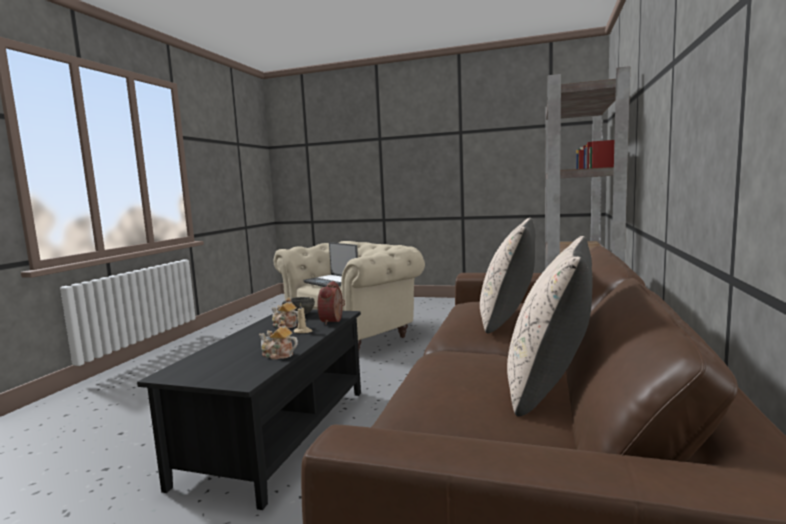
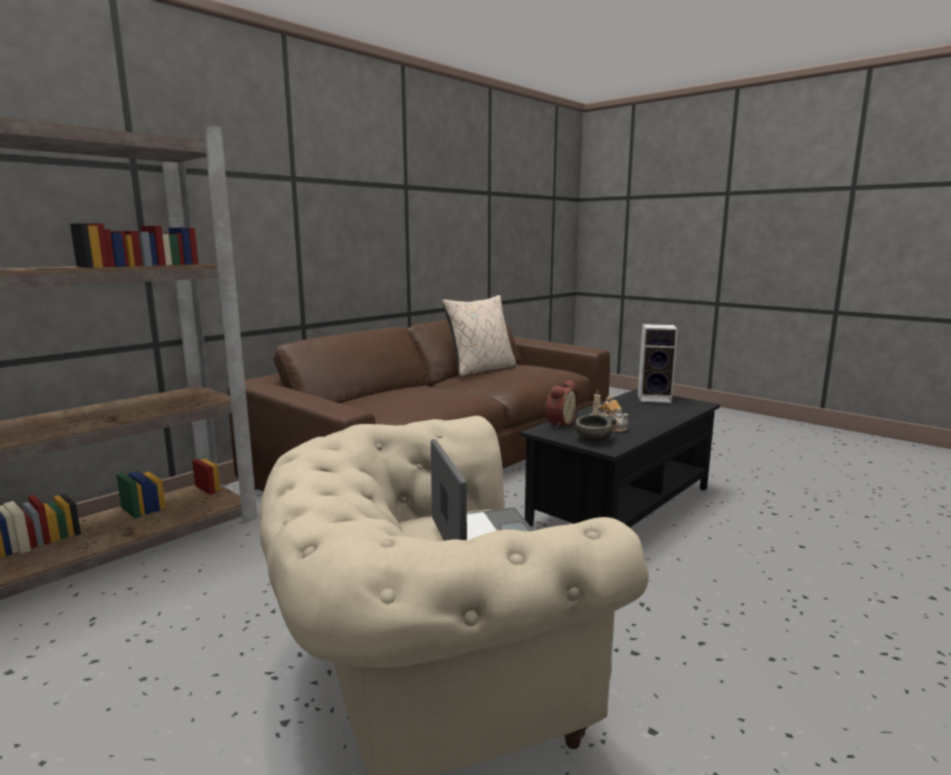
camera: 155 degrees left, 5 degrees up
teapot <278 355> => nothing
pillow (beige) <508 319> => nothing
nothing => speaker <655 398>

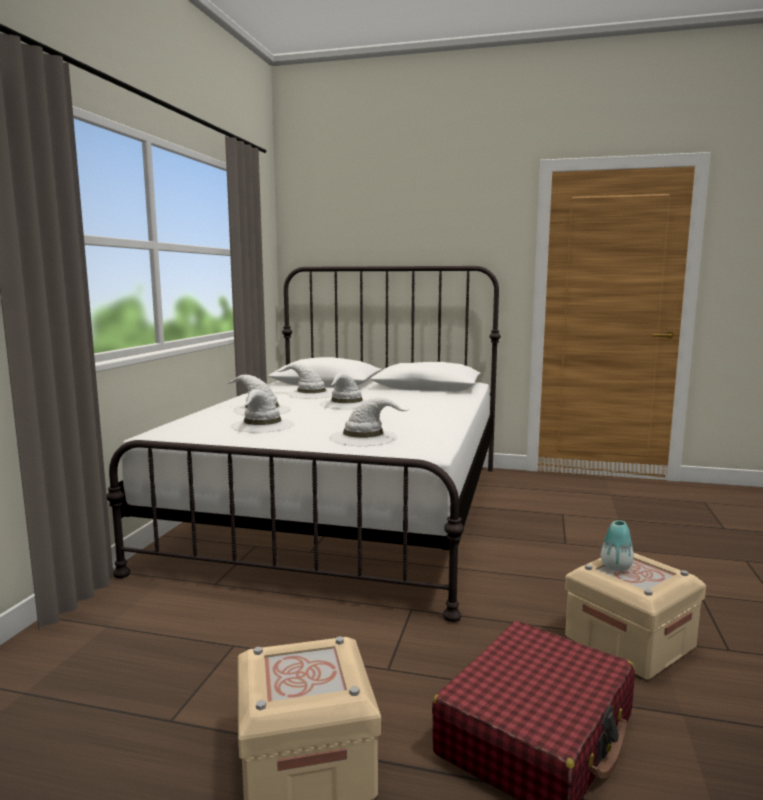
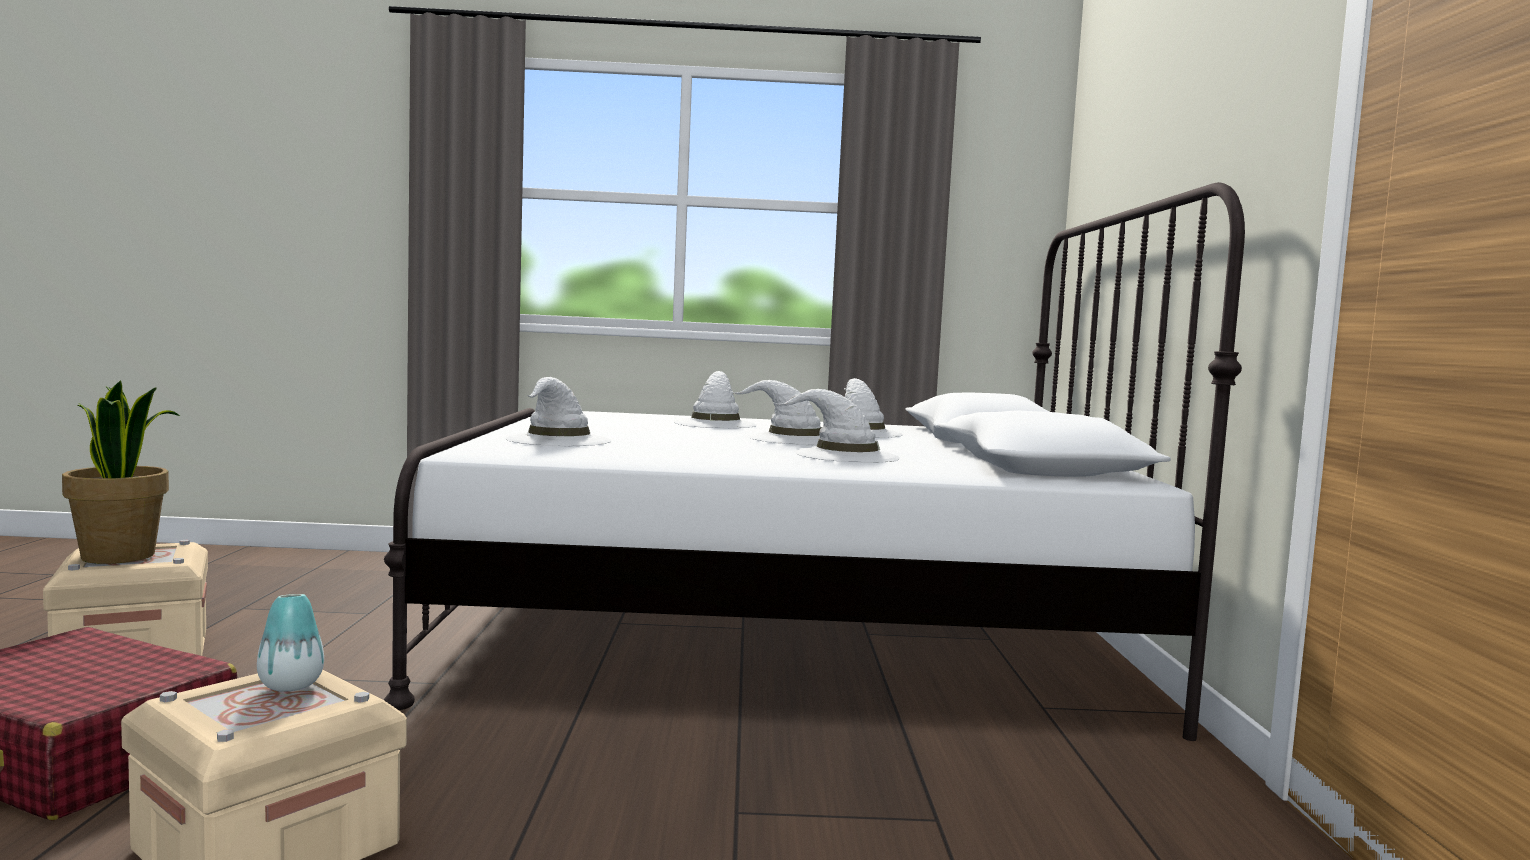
camera: 75 degrees right, 5 degrees down
hat (white) <262 425> => hat (white) <845 455>, move
nothing => potted plant <120 556>

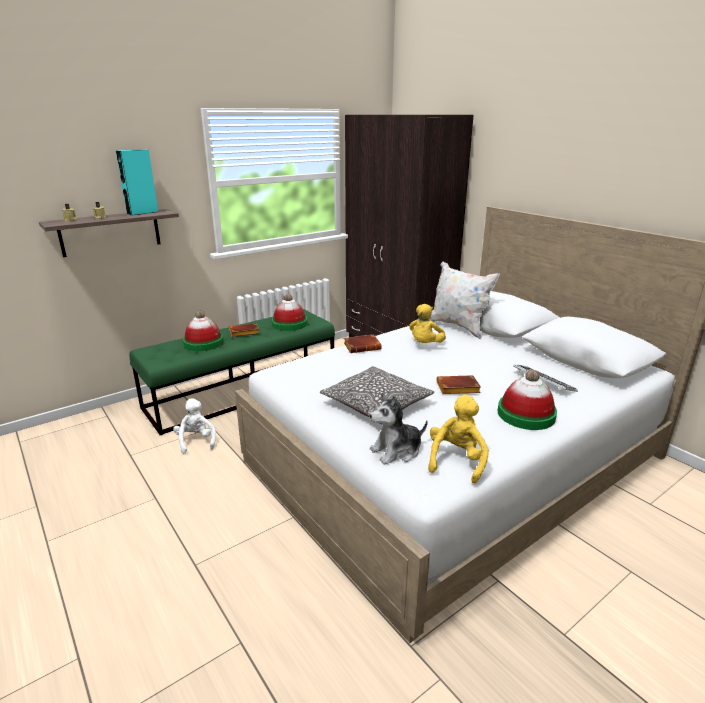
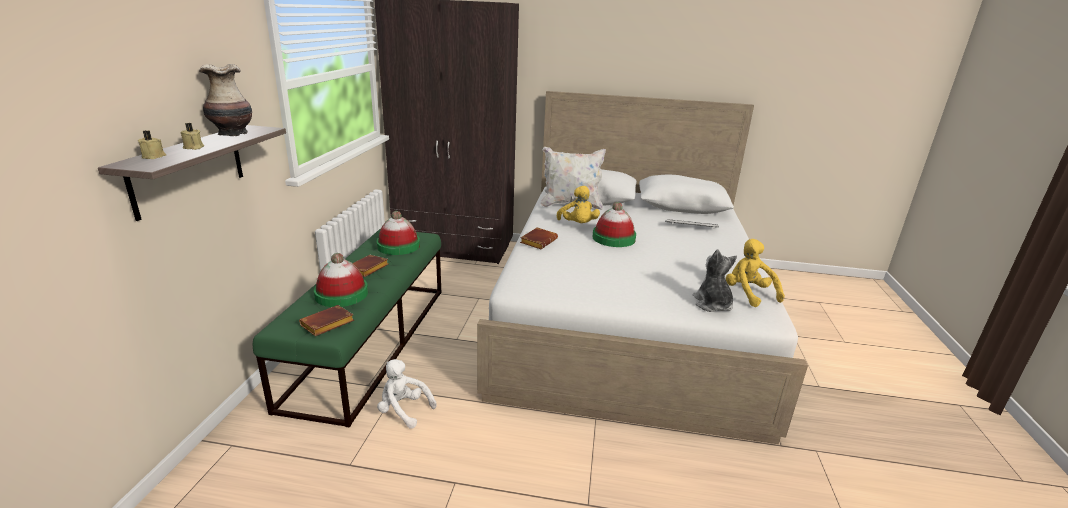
camera: 45 degrees left, 0 degrees up
speaker (turquoise) <142 213> => vase <233 133>
pillow <376 404> => nothing
plush toy <397 451> => plush toy <712 304>, 150 degrees clockwise
book (brown) <456 389> => book (brown) <327 325>, move
hat <526 414> => hat <613 238>, move

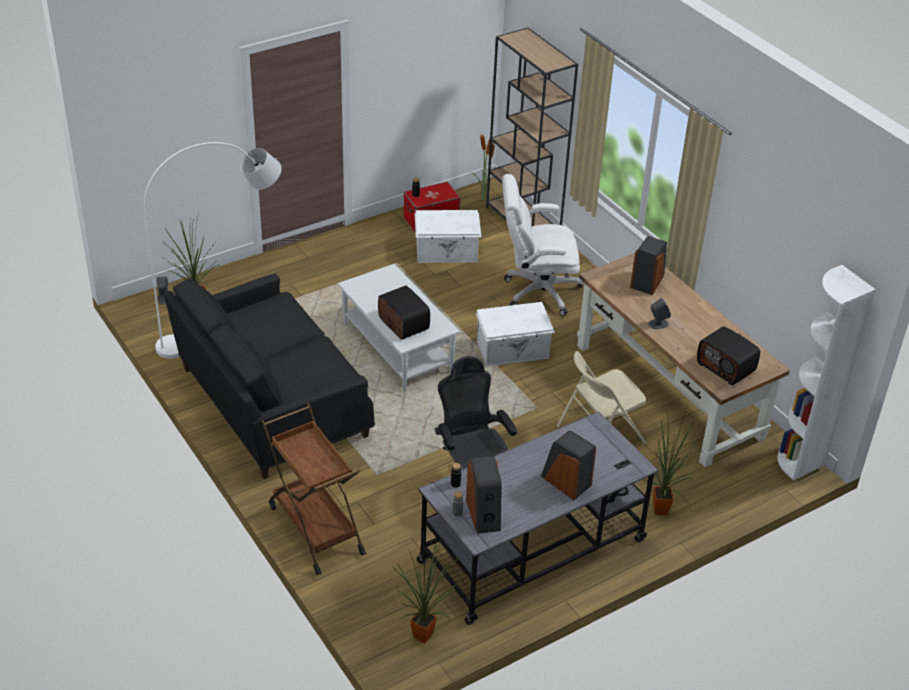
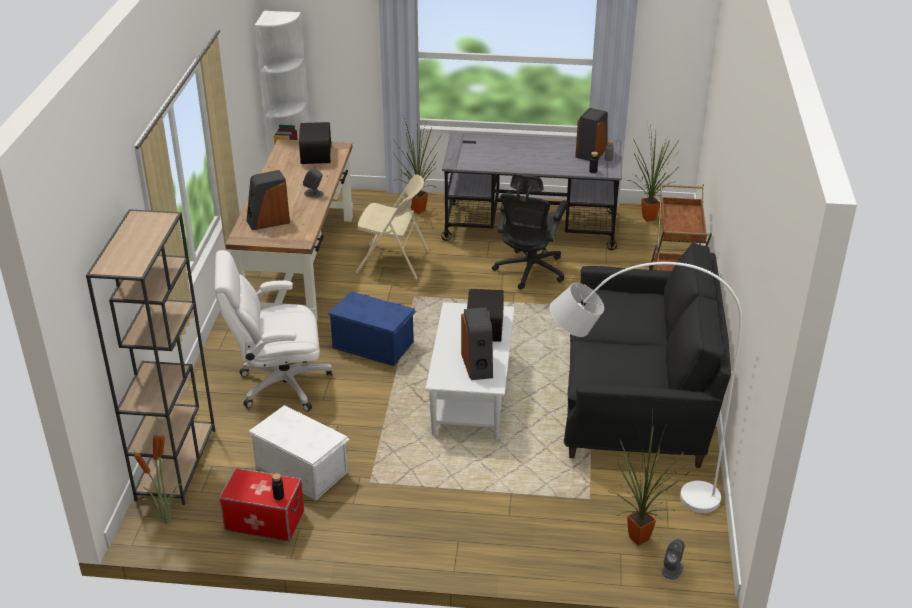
camera: 140 degrees left, 5 degrees down
storage box (white) <513 350> => storage box (blue) <373 344>
office chair (white) <536 291> => office chair (white) <277 384>, 135 degrees clockwise
speaker <565 482> => speaker <478 365>, move

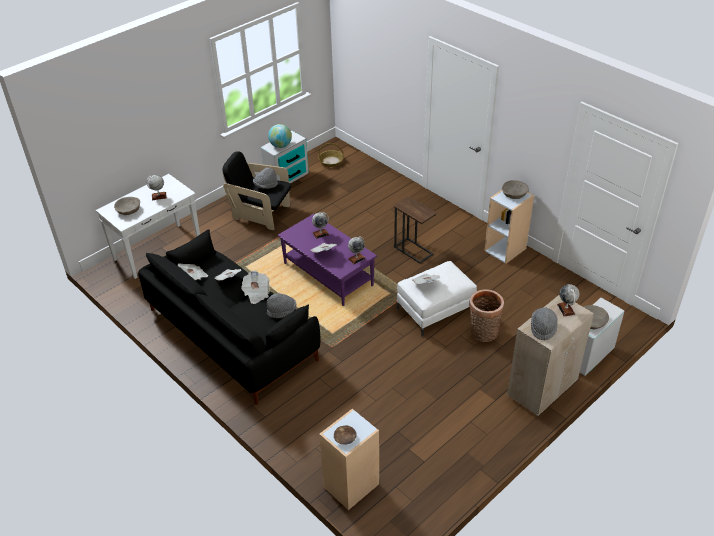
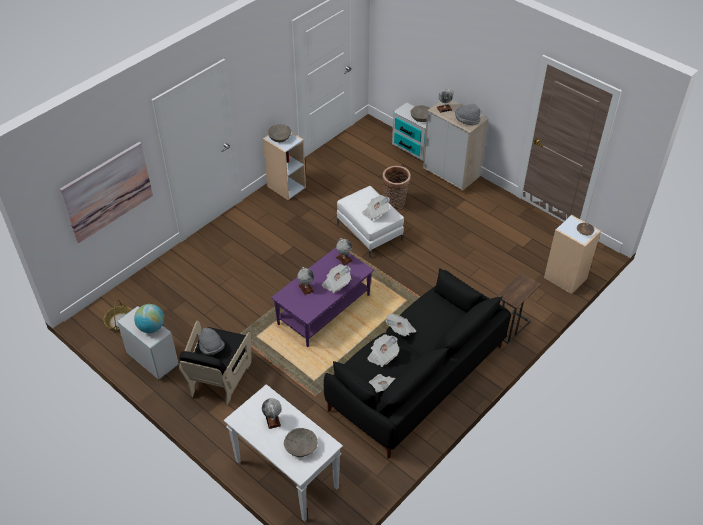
camera: 95 degrees left, 5 degrees up
hat (grey) <282 311> => nothing
side table (brown) <413 251> => side table (brown) <510 327>, move
nothing => picture <107 191>

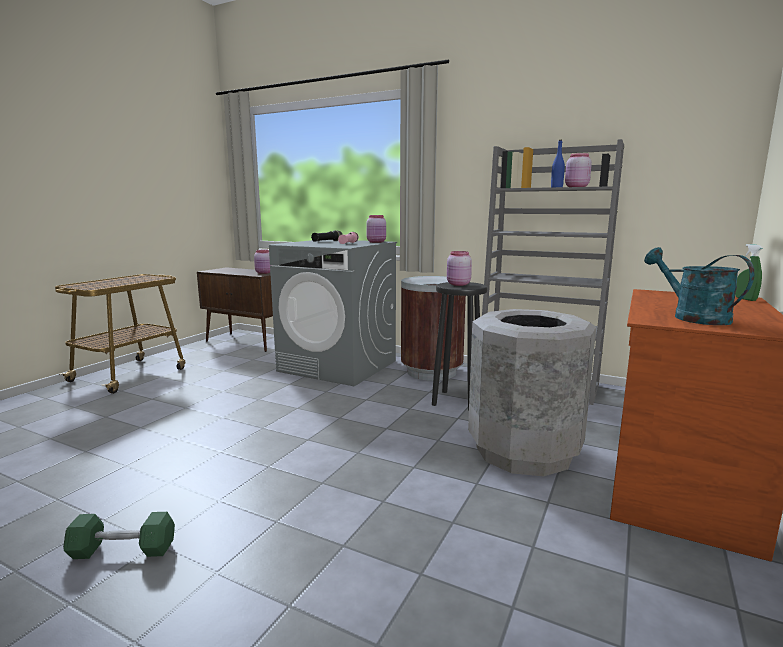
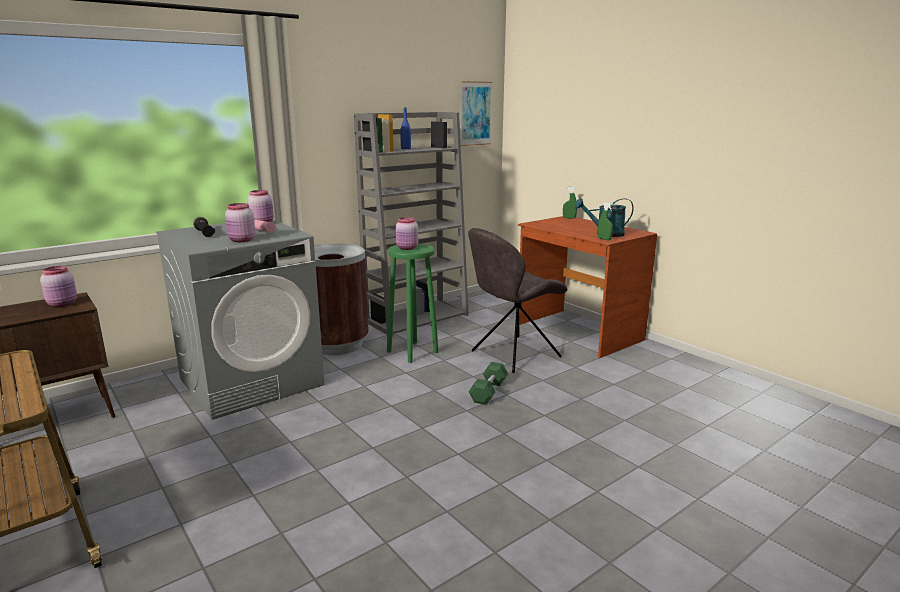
camera: 65 degrees left, 5 degrees up
dumbbell (green) <123 550> => dumbbell (green) <488 392>, move
stool (black) <457 401> => stool (green) <413 351>
trash can (grey) <523 451> => chair (grey) <513 355>
jar (pink) <576 187> => jar (pink) <241 240>, move
nothing => picture <475 113>
nothing => spray bottle (green) <604 239>

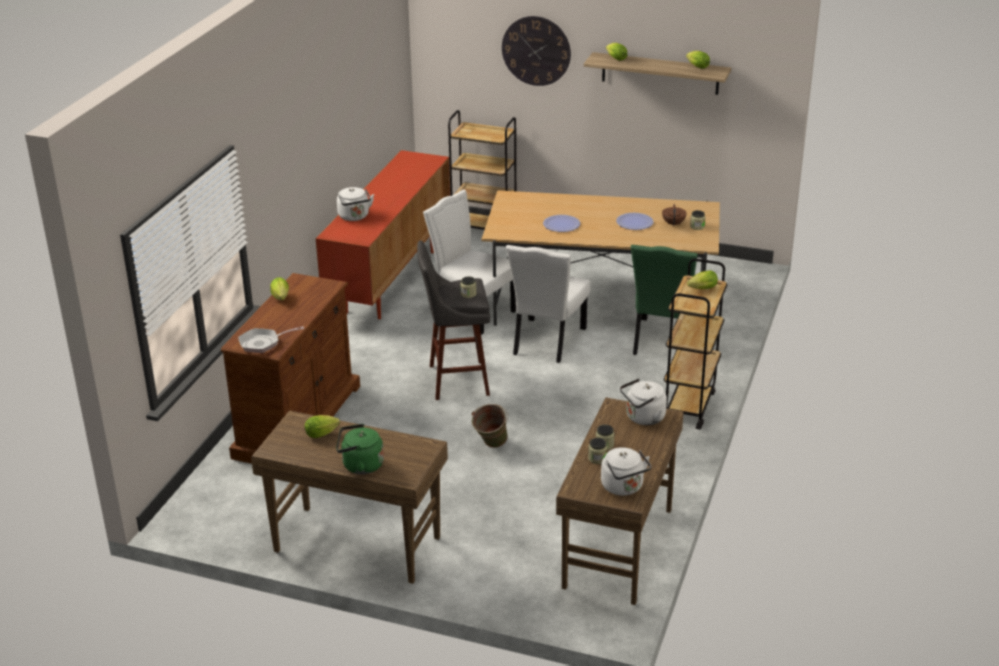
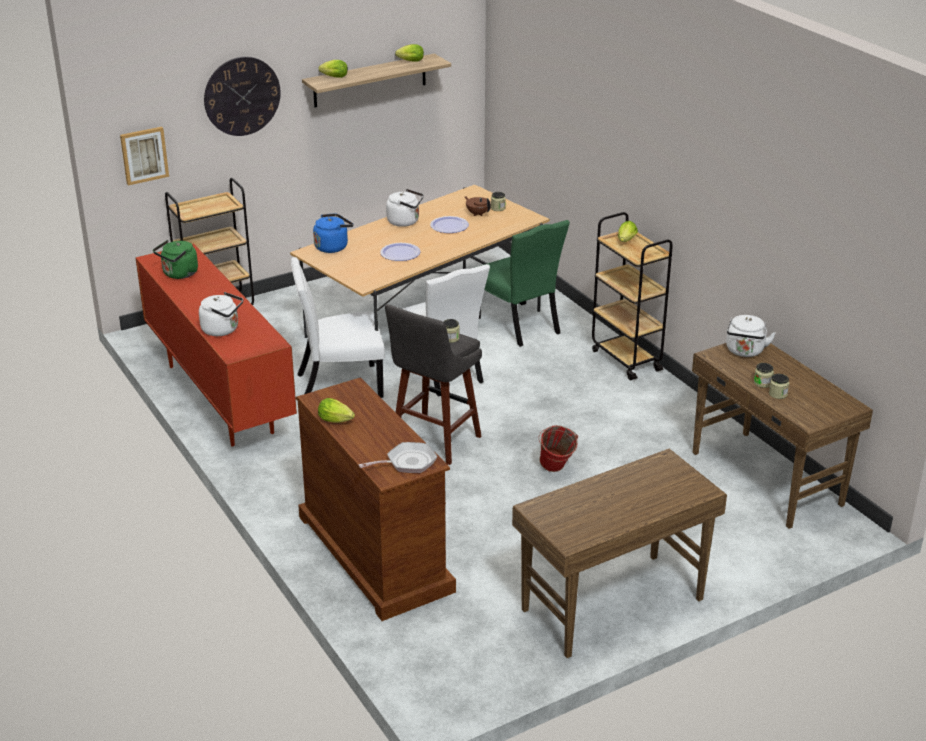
camera: 50 degrees left, 0 degrees up
frying pan <263 343> => frying pan <407 462>, 135 degrees counterclockwise
lettuce <323 434> => nothing
kettle (green) <360 465> => kettle (green) <179 274>, move
bucket (green) <490 446> => bucket (red) <555 470>
kettle (white) <624 487> => kettle (white) <405 222>, move
nothing => picture <144 155>
nothing => kettle (blue) <333 246>

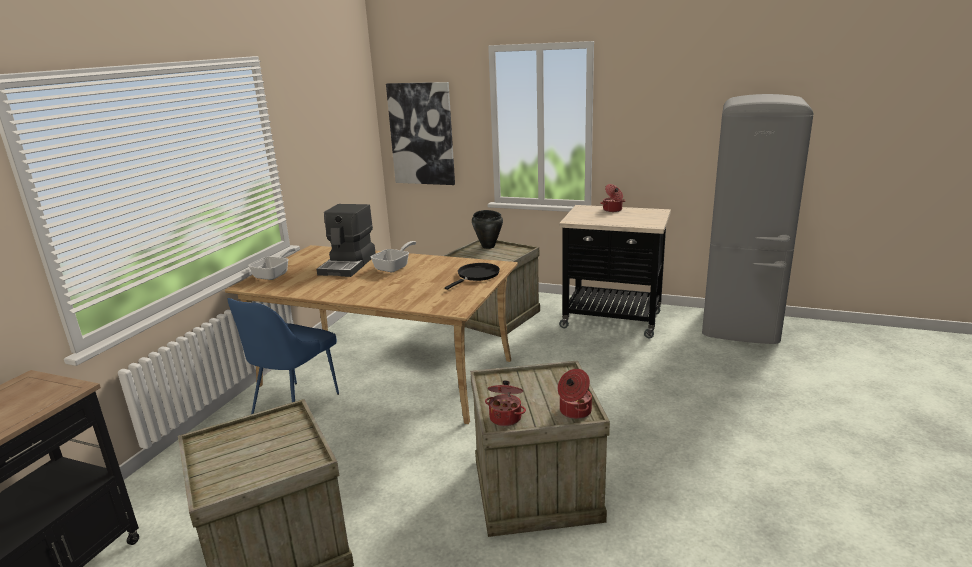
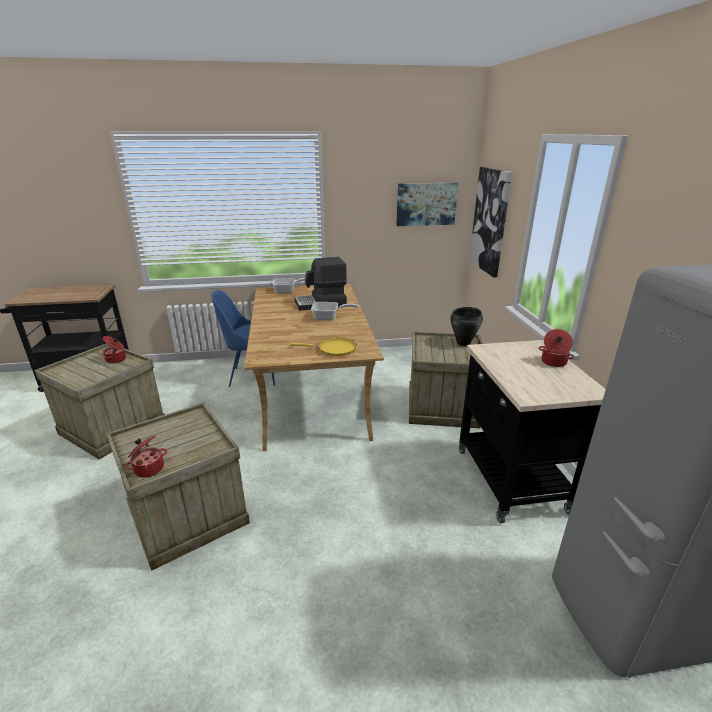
camera: 60 degrees right, 5 degrees up
frying pan (black) <476 276> => frying pan (yellow) <334 349>
cooking pot <506 417> => cooking pot <116 359>, move
nothing => picture <426 204>

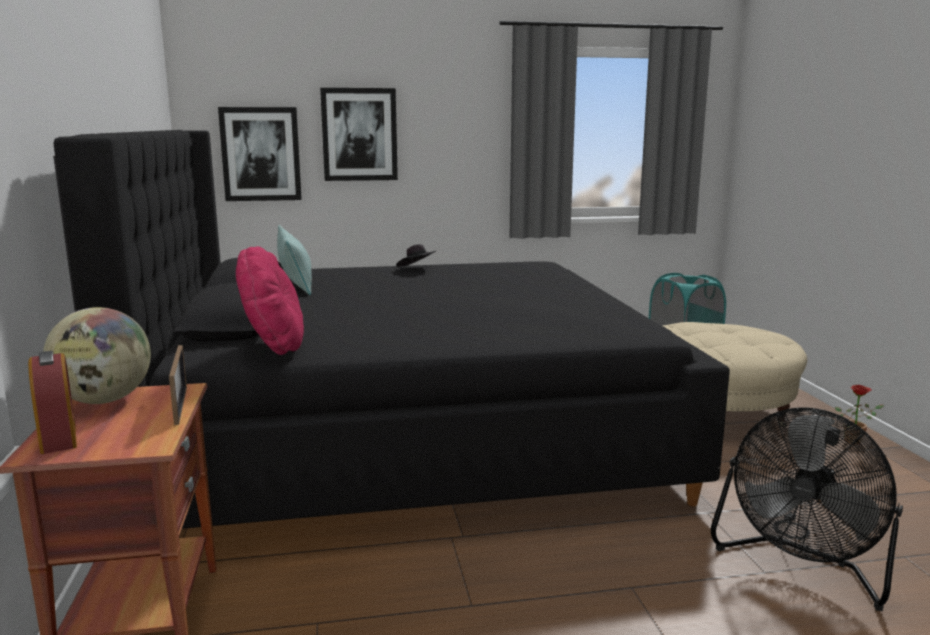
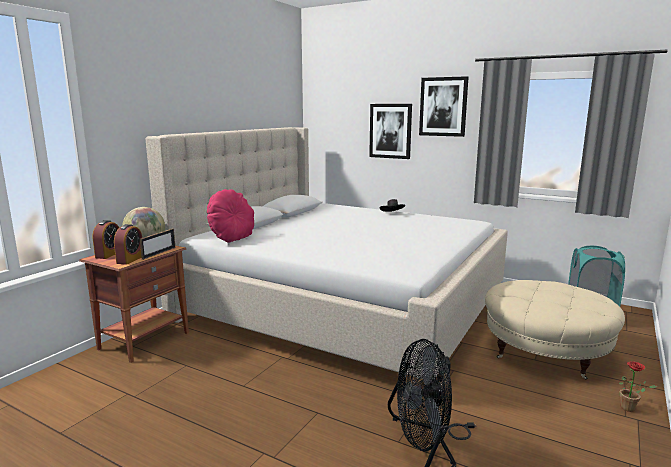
camera: 40 degrees right, 0 degrees up
bed (black) <405 433> => bed (beige) <342 305>
picture <261 154> => picture <443 106>, move
pillow <295 283> => nothing
nothing => alarm clock <130 259>

